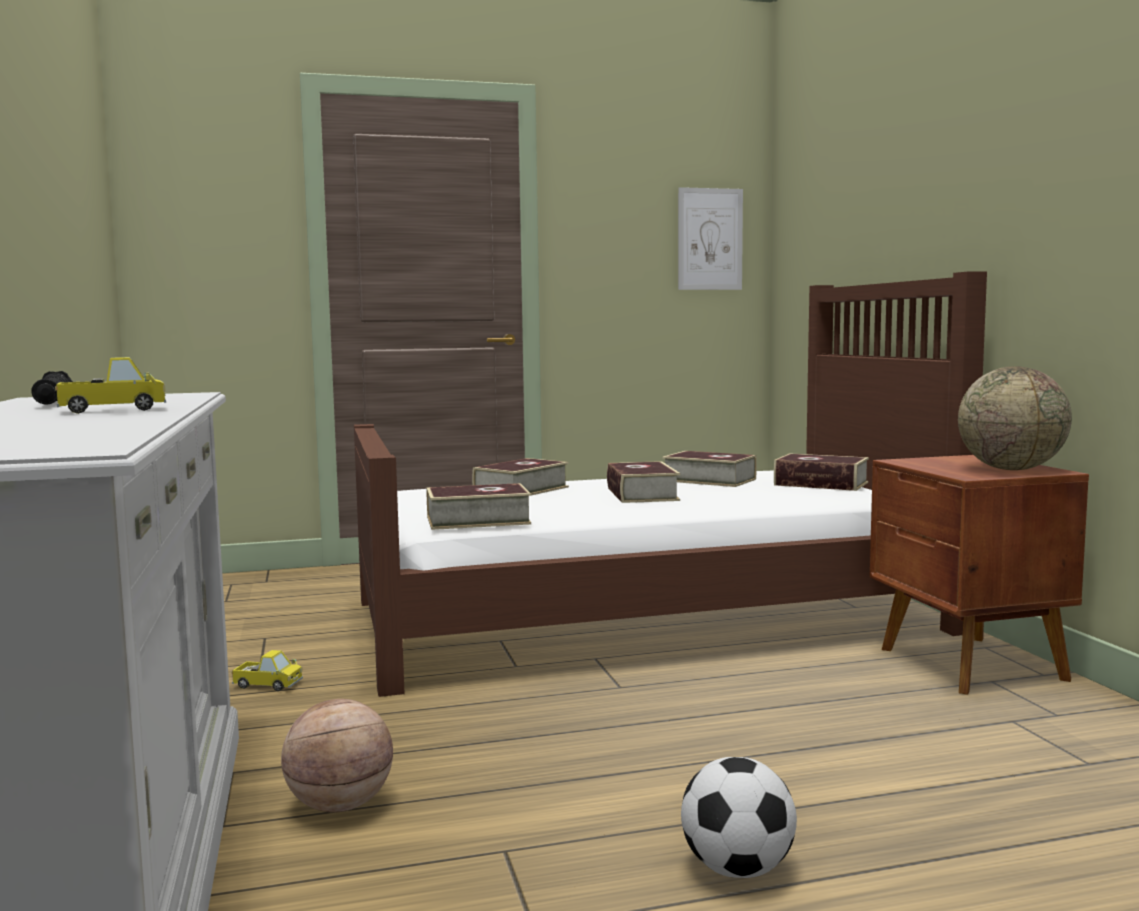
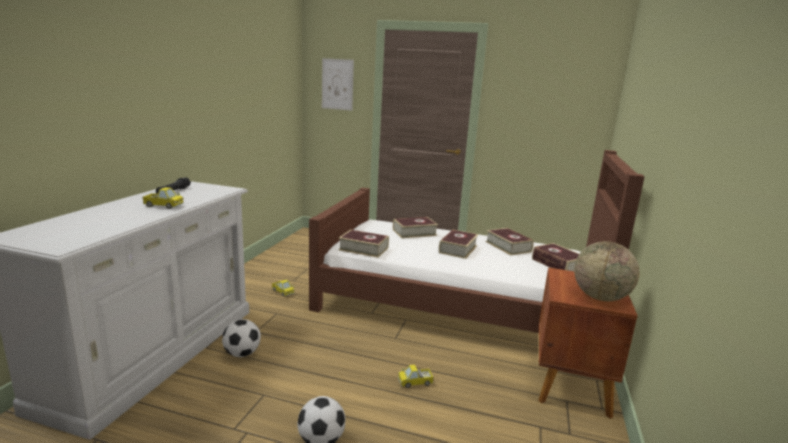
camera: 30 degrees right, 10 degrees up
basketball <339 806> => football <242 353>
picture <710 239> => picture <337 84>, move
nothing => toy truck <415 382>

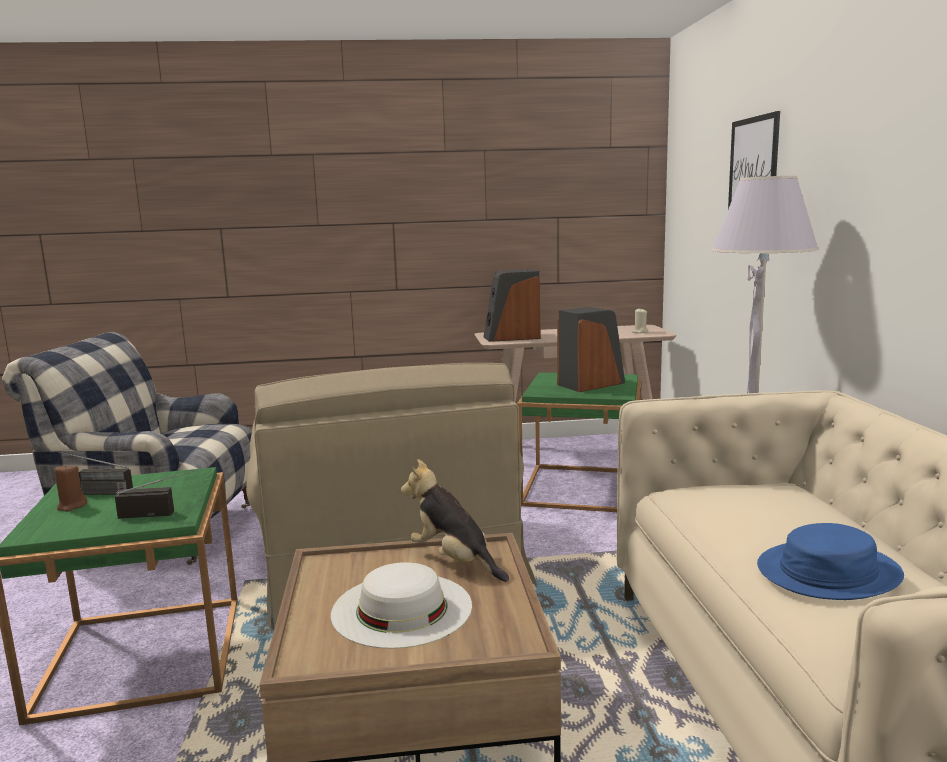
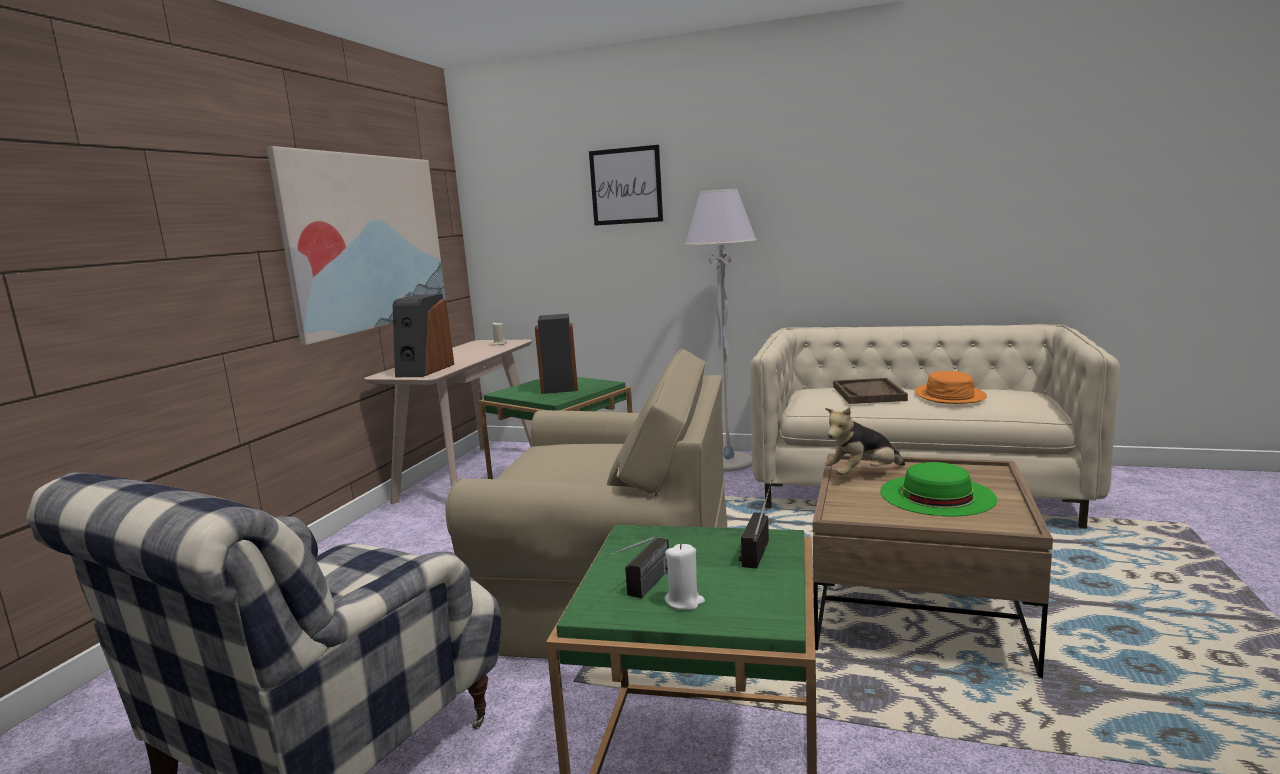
camera: 65 degrees left, 0 degrees up
candle (brown) <72 506> => candle (white) <684 601>
hat (white) <401 608> => hat (green) <936 495>
hat (blue) <828 572> => hat (orange) <949 396>
nothing => picture <368 242>
nothing => tray (brown) <868 393>

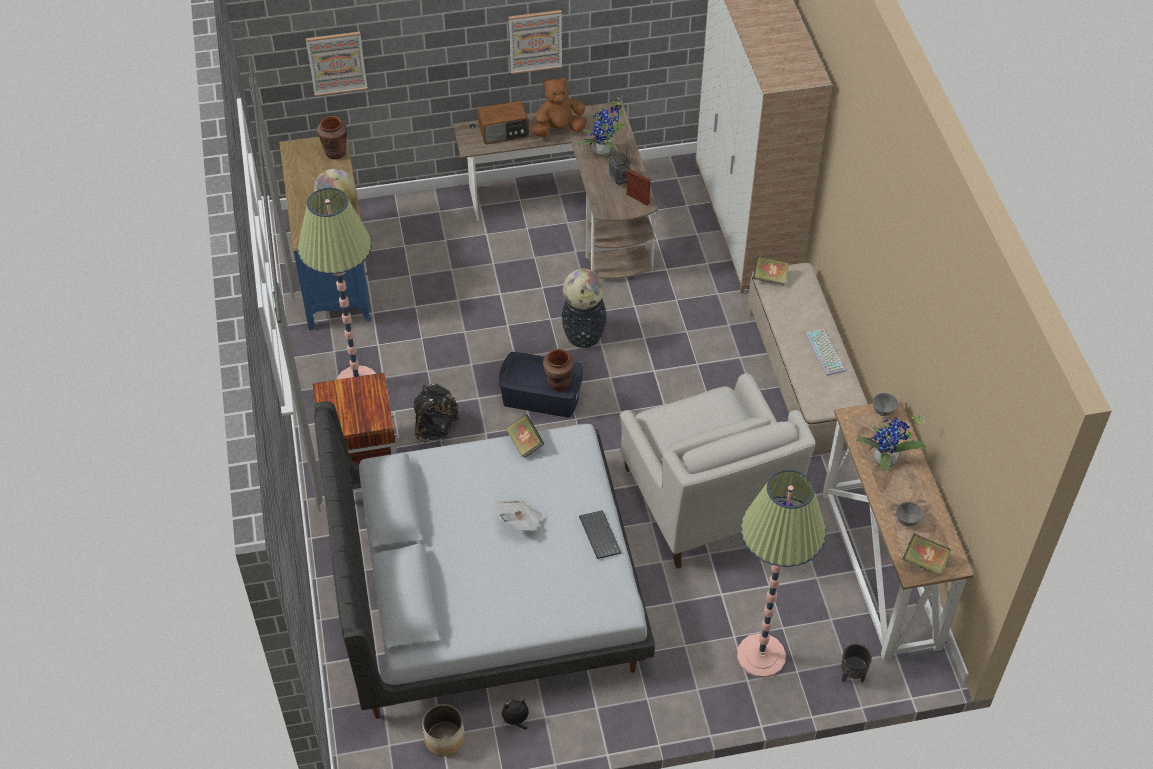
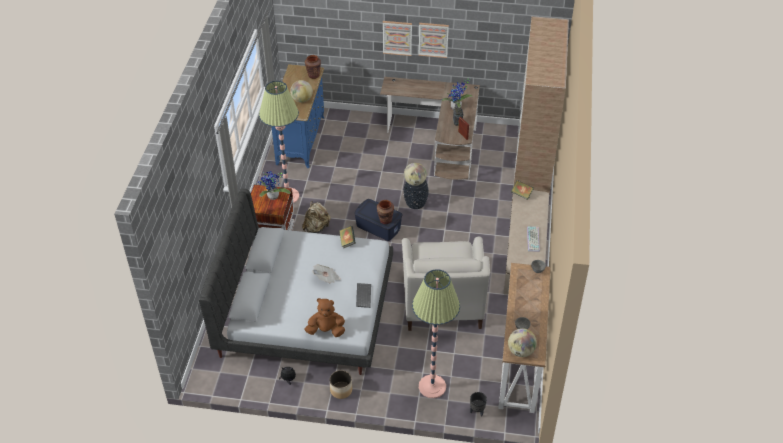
camera: 20 degrees right, 5 degrees down
picture <336 63> => picture <397 38>, move
backpack (black) <435 427> => backpack (beige) <316 228>
planter <445 738> => planter <341 390>, move
radio <504 132> => nothing
plush toy (brown) <559 129> => plush toy (brown) <326 330>, move
potted plant <885 462> => potted plant <272 197>, move
book <924 562> => globe <521 351>

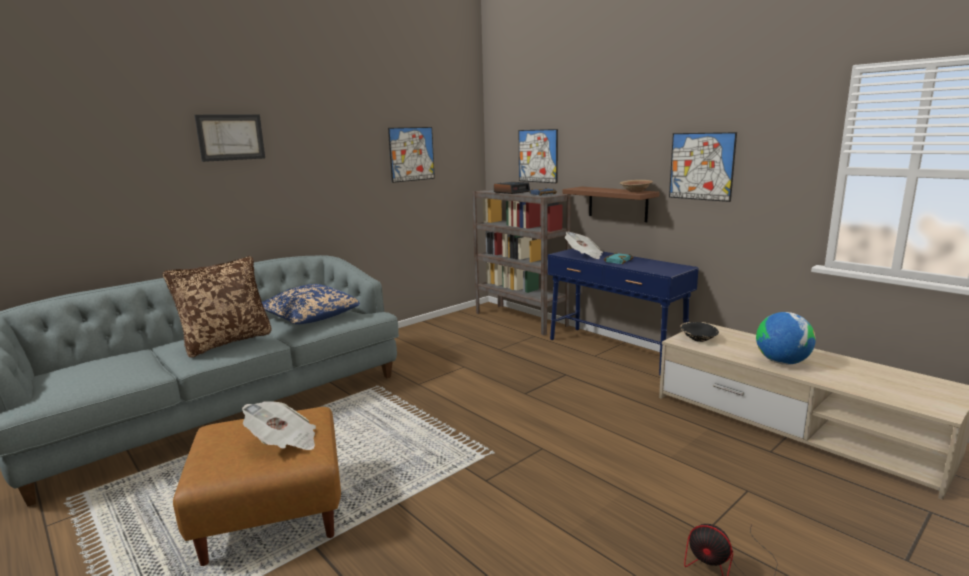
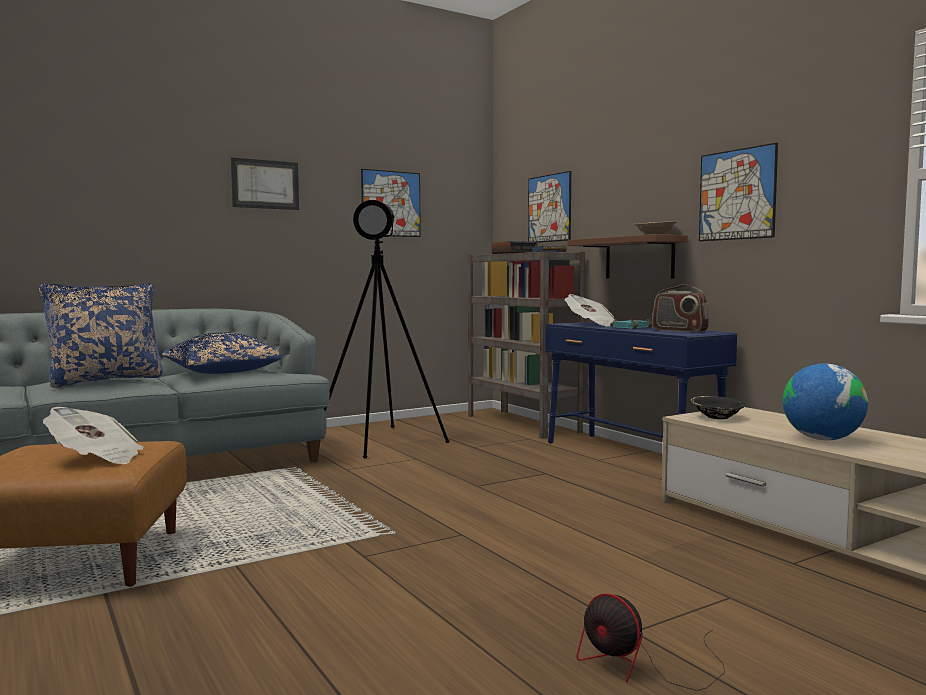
camera: 10 degrees right, 10 degrees down
pillow (brown) <228 343> => pillow (blue) <107 382>
picture <231 137> => picture <265 184>, move
nothing => floor lamp (black) <380 442>
nothing => radio <679 330>

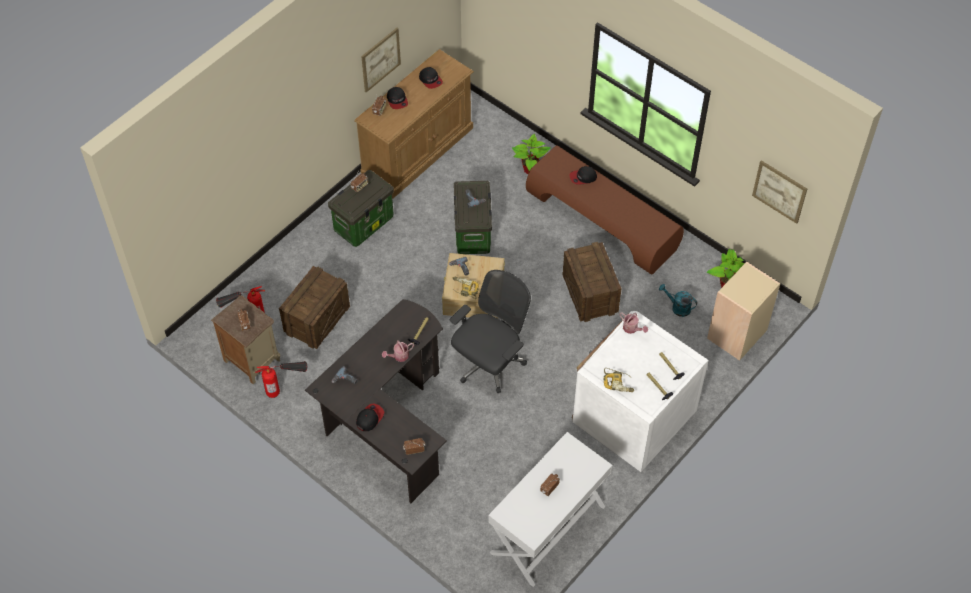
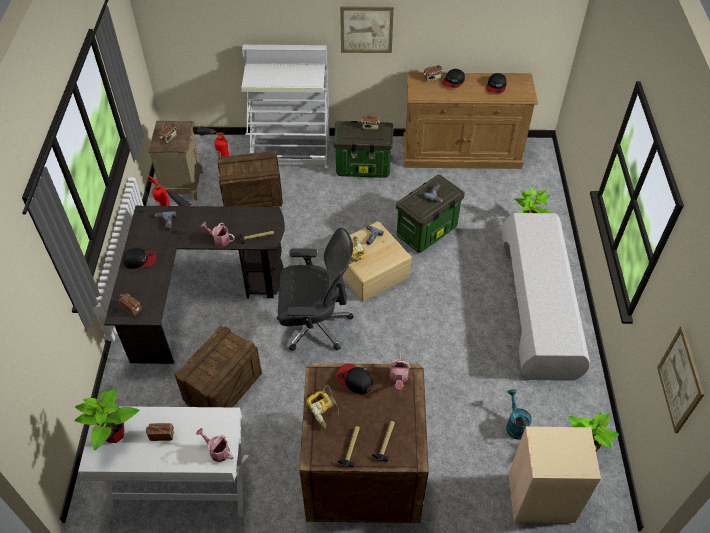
camera: 50 degrees right, 5 degrees down
picture <380 59> => picture <366 29>, move
bench (brown) <602 220> => bench (grey) <538 305>
crate <590 294> => crate <223 387>, move
cap <583 177> => cap <354 380>, move
dresser (white) <631 414> => dresser (brown) <362 468>
nothing => potted plant <113 434>
nothing => watering can <217 451>
nothing => shoe rack (white) <290 154>

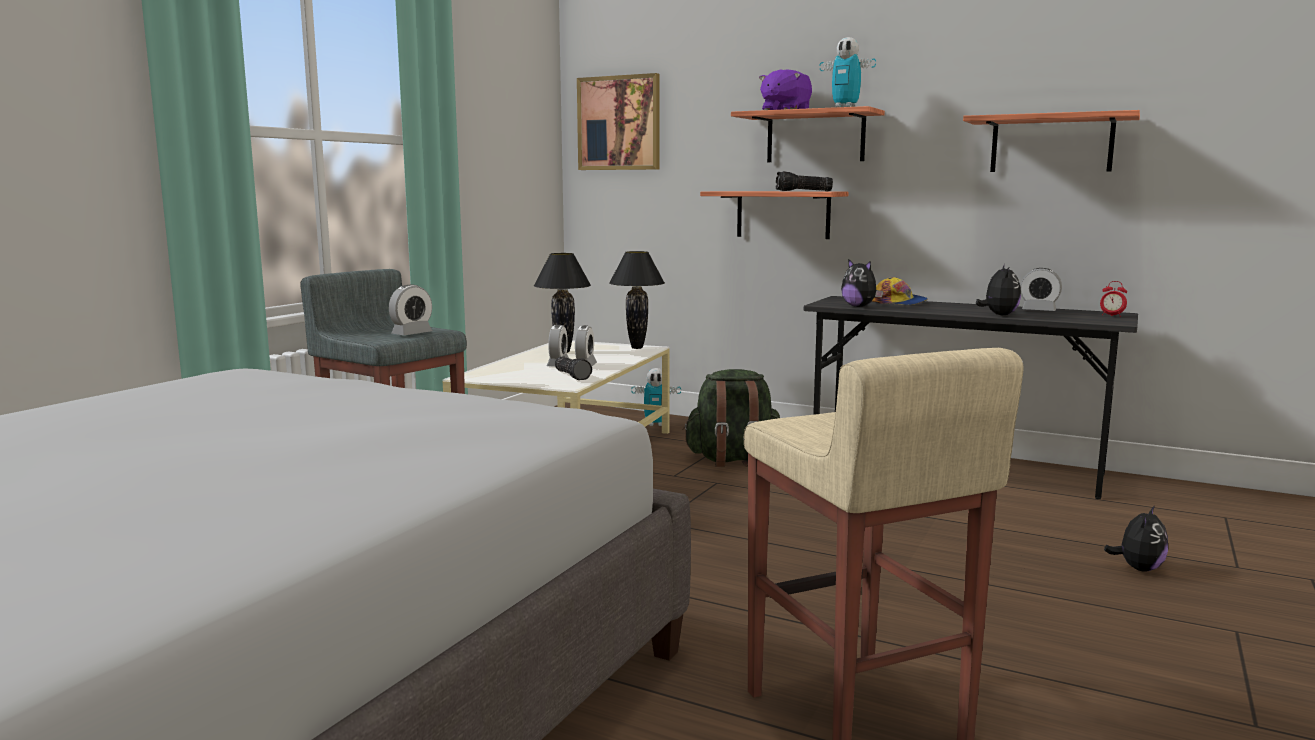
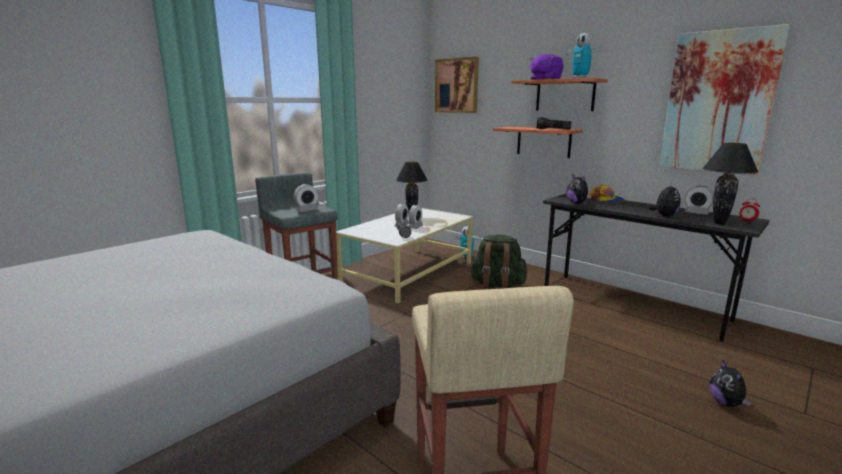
camera: 15 degrees right, 5 degrees up
table lamp (black) <637 347> => table lamp (black) <719 223>, move
shelf <1051 144> => picture <718 102>
plush toy <1138 568> => plush toy <726 403>, 120 degrees clockwise

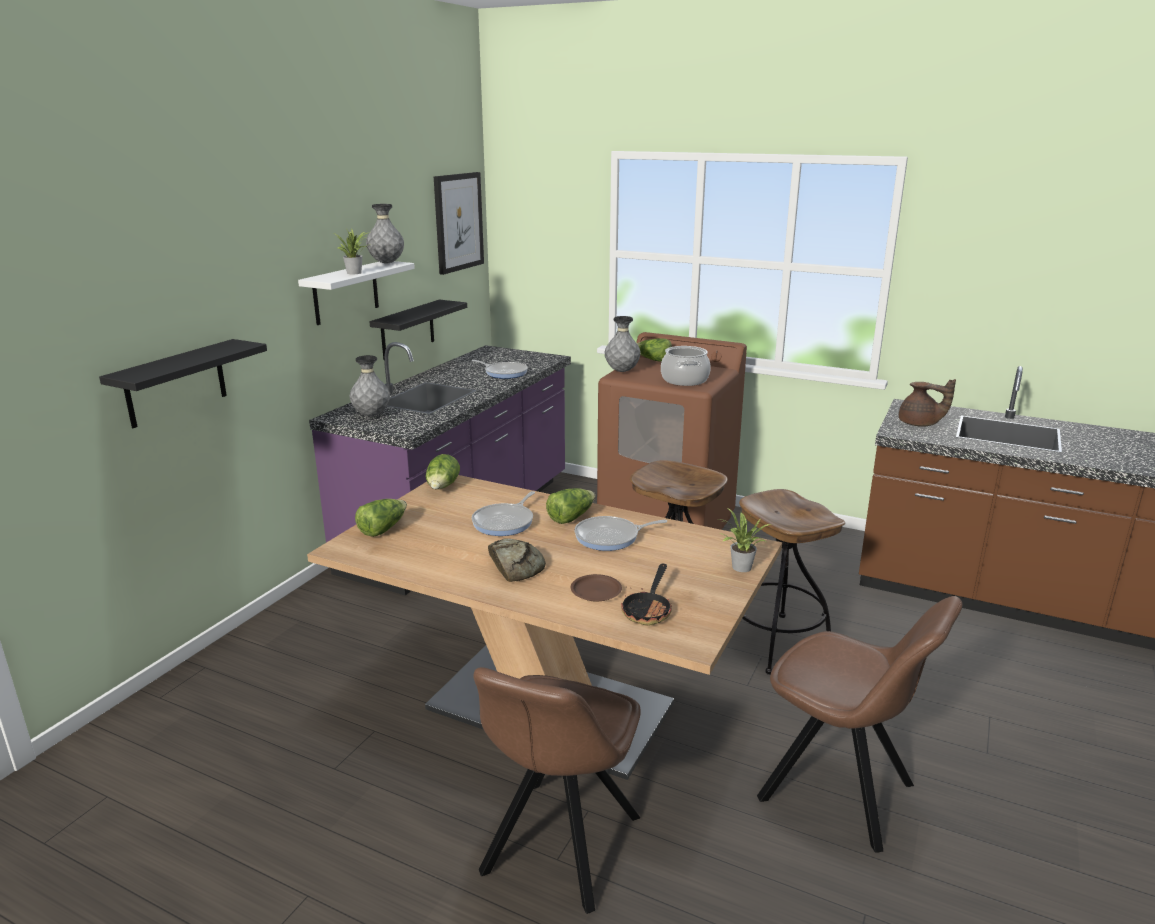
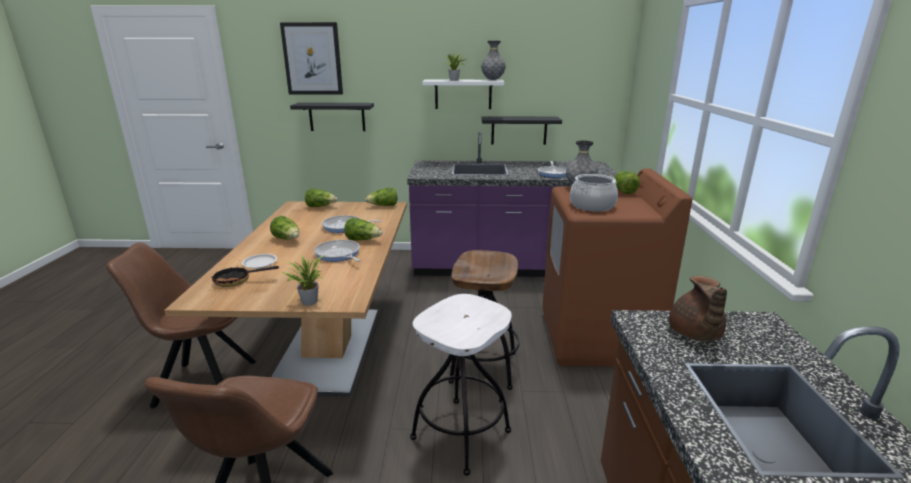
camera: 65 degrees right, 0 degrees up
vase (grey) <371 415> => nothing
picture <458 222> => picture <312 59>, move
bread <515 566> => lettuce <287 239>
plate (brown) <596 591> => plate (white) <260 263>
stool (brown) <775 642> => stool (white) <461 434>

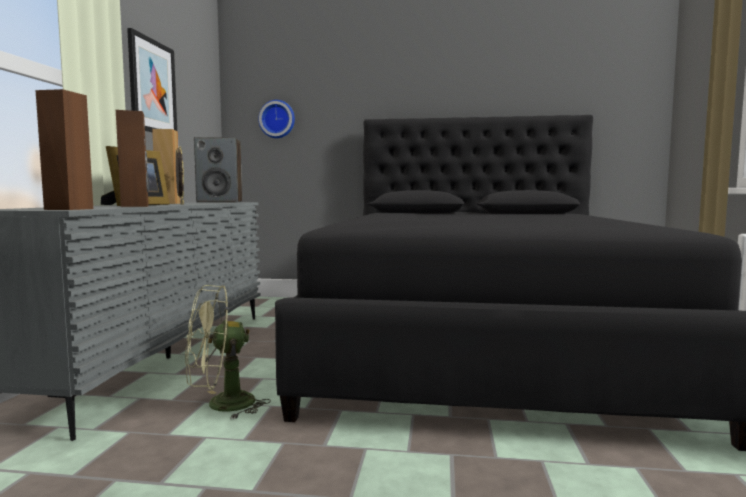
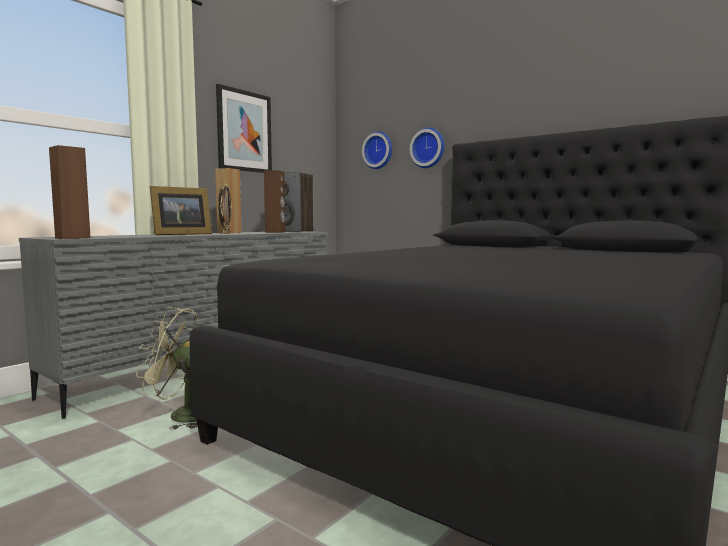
camera: 30 degrees right, 0 degrees up
speaker (brown) <135 206> => speaker (brown) <275 232>, move
nothing => wall clock <428 148>

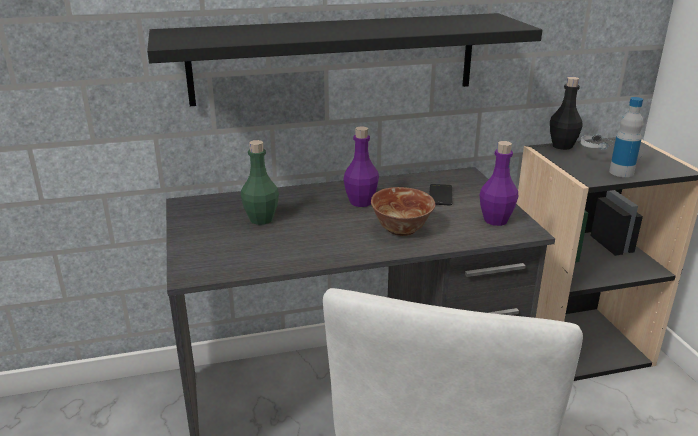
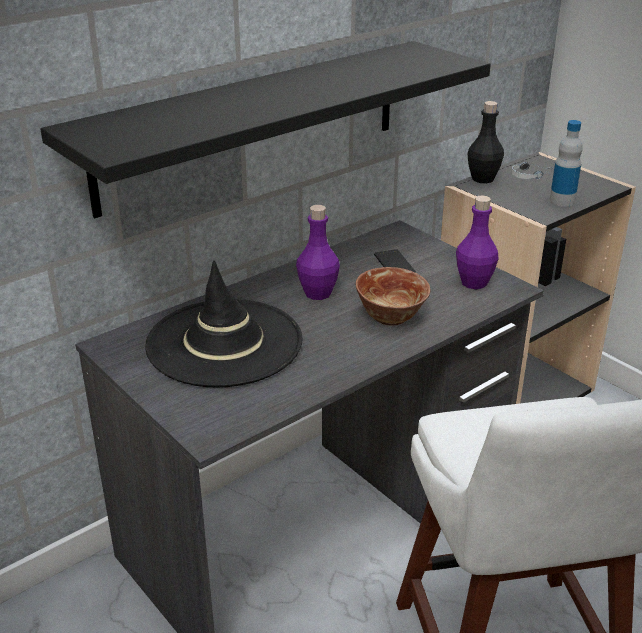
camera: 25 degrees left, 5 degrees up
bottle (green) <261 219> => hat (black) <224 343>

